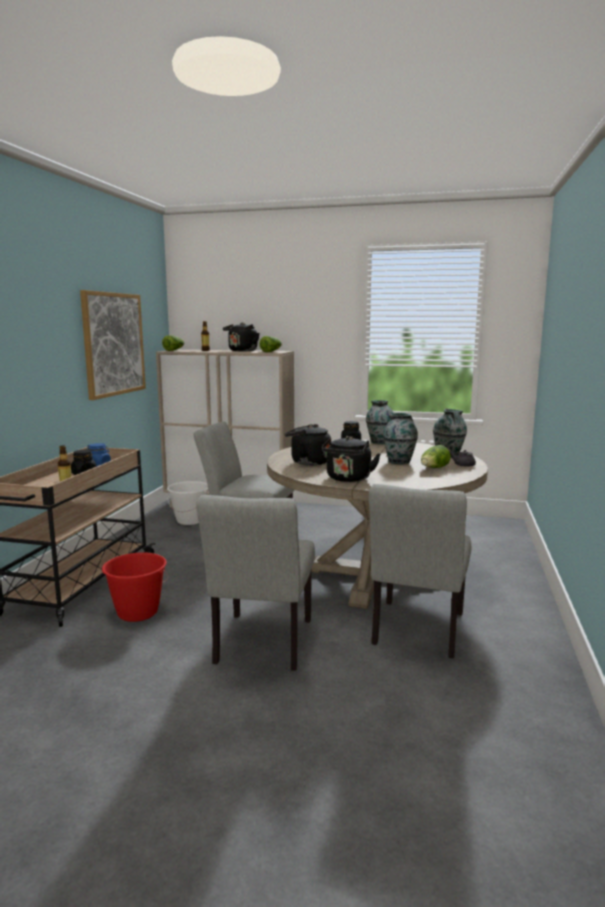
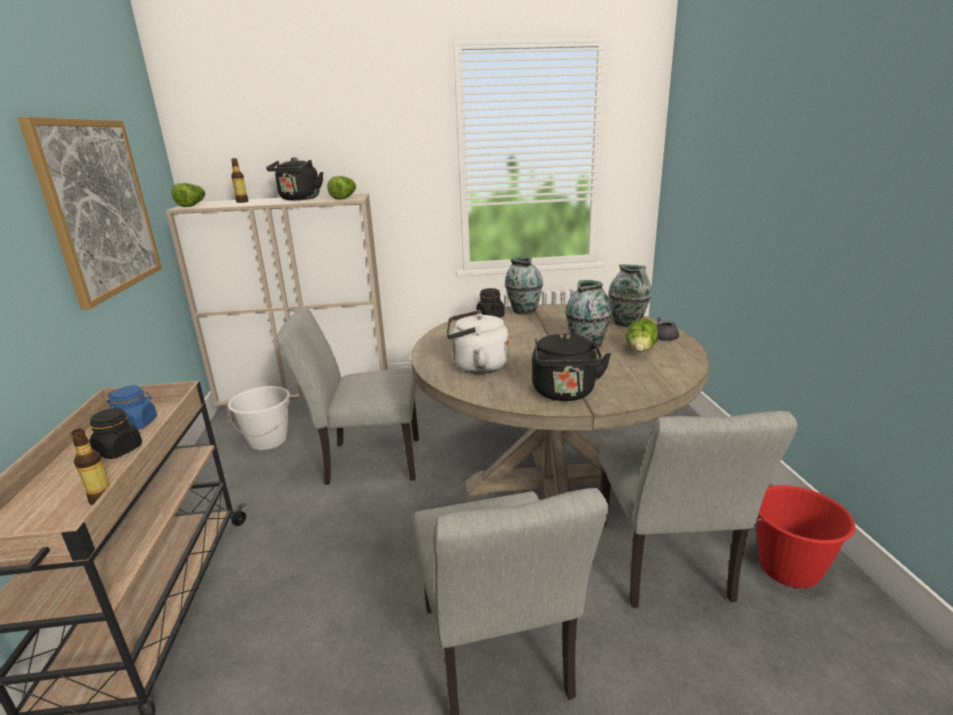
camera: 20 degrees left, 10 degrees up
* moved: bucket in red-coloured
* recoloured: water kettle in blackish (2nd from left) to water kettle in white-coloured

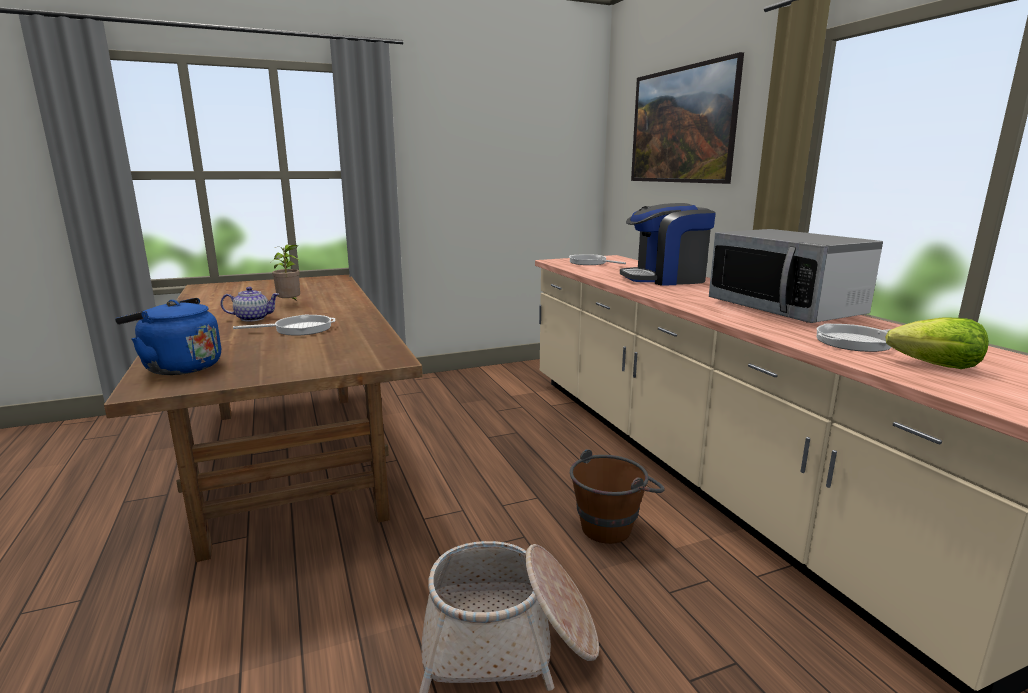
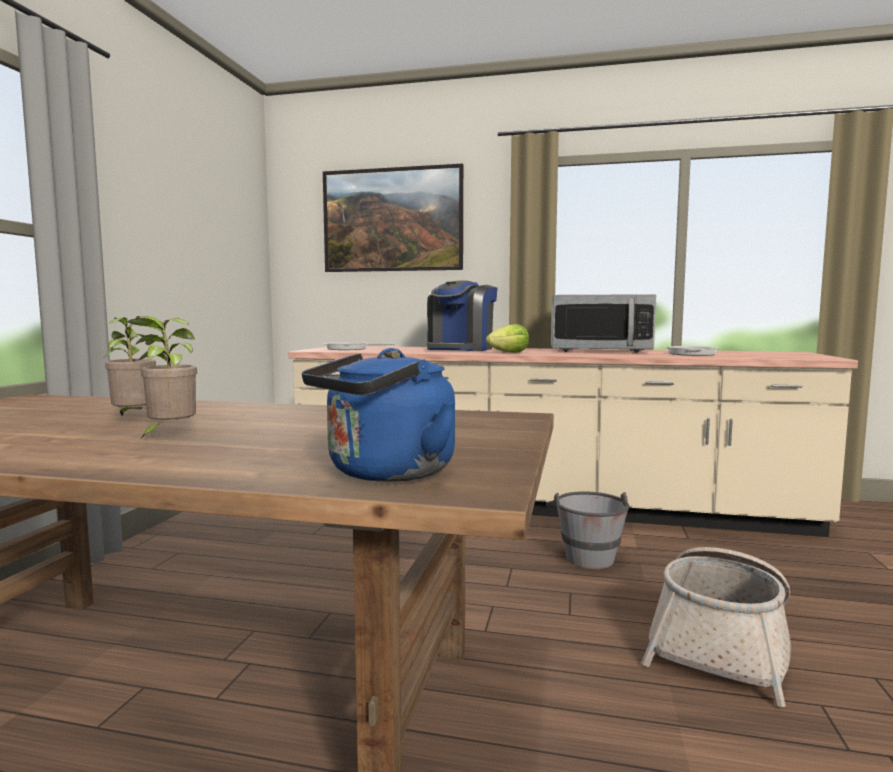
camera: 55 degrees left, 10 degrees down
* replaced: pot for tea to plant in a pot (2nd from left)
* removed: skillet (1st from left)
* recoloured: bucket in brown to bucket in greyish
* moved: head of lettuce

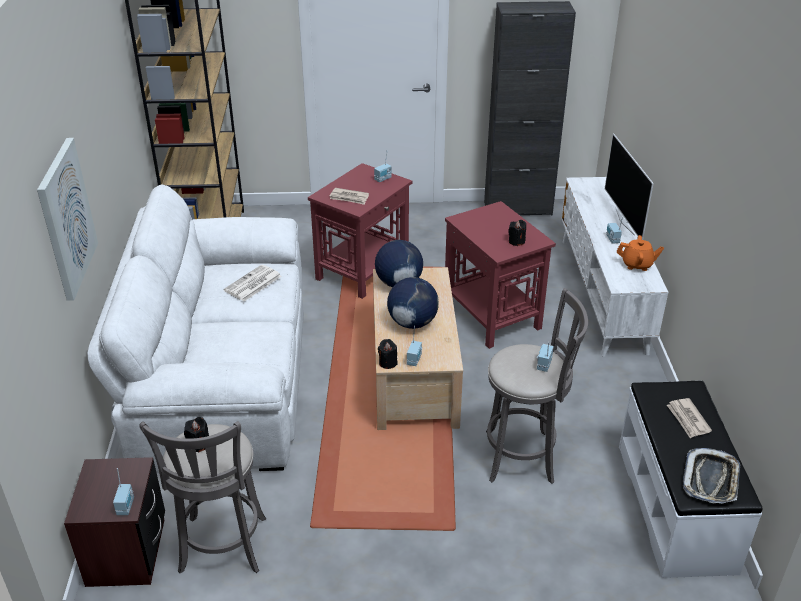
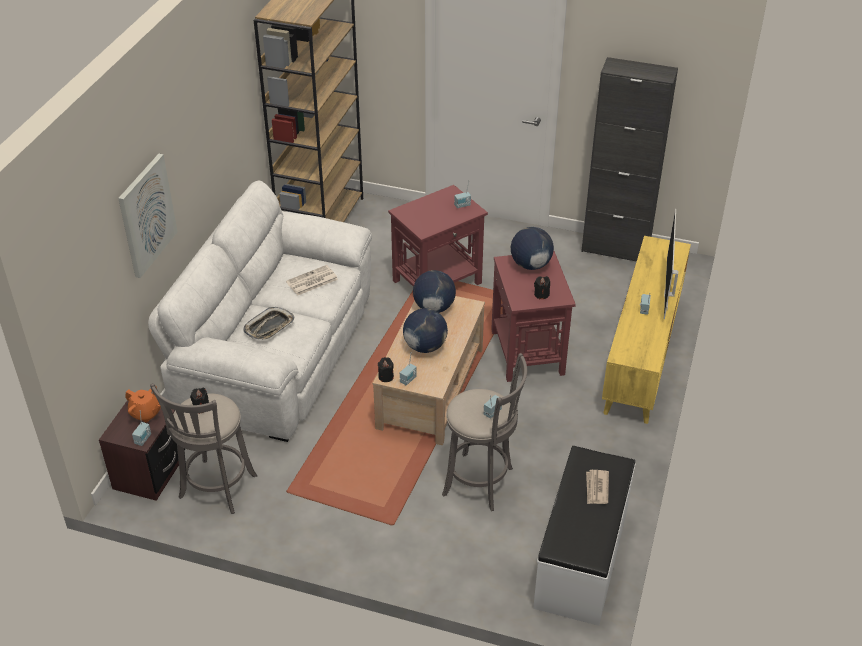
camera: 20 degrees right, 5 degrees up
* removed: newspaper (2nd from left)
* recoloured: tv unit in white-coloured to tv unit in yellow
* moved: pot for tea in orange-coloured
* moved: serving tray
* added: world globe (3rd from left)

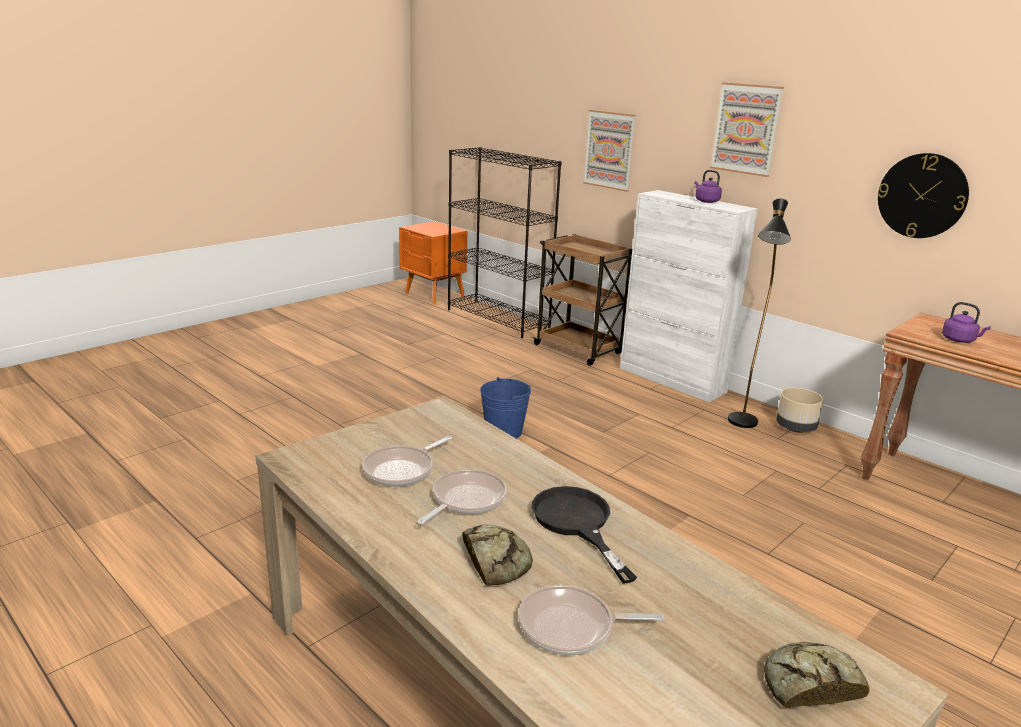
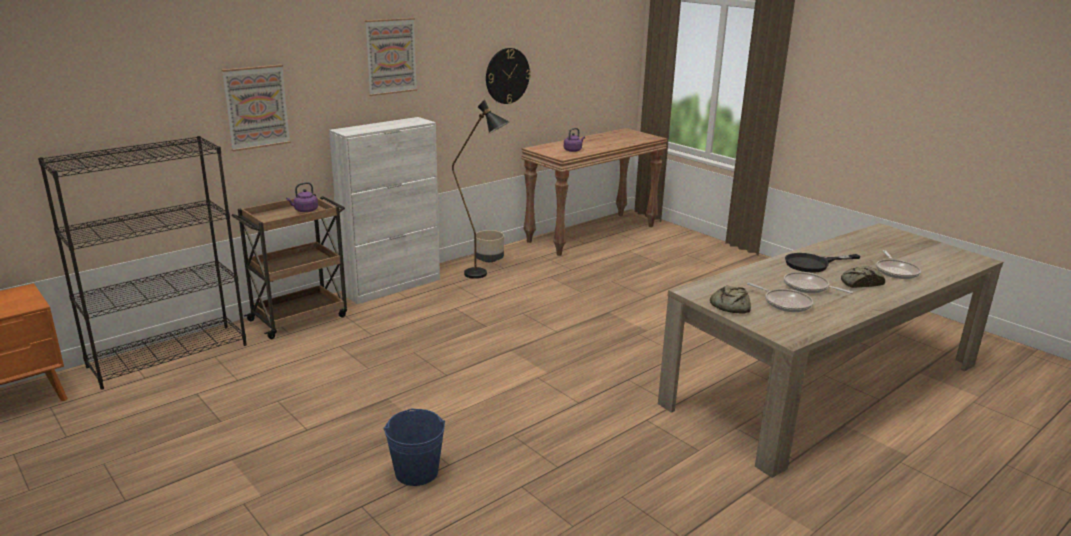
camera: 85 degrees left, 0 degrees up
* moved: bucket in blue
* moved: water kettle in purple-coloured (1st from left)
* moved: baked bread (2nd from left in the first image) to baked bread (1st from left)

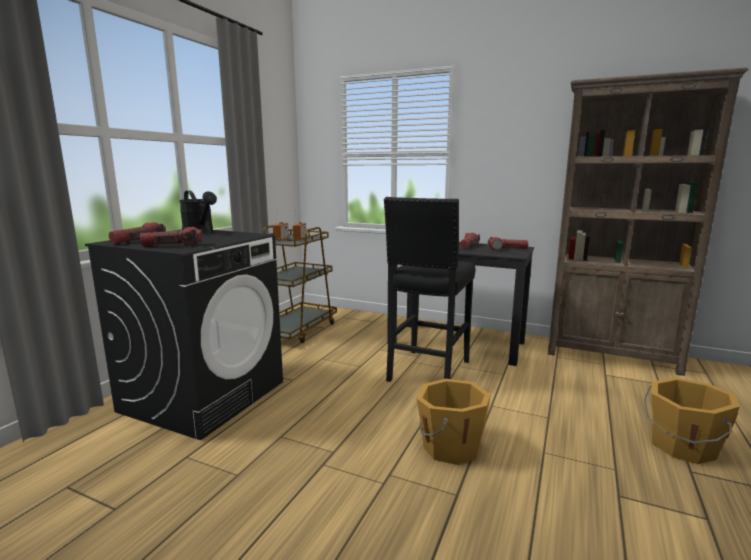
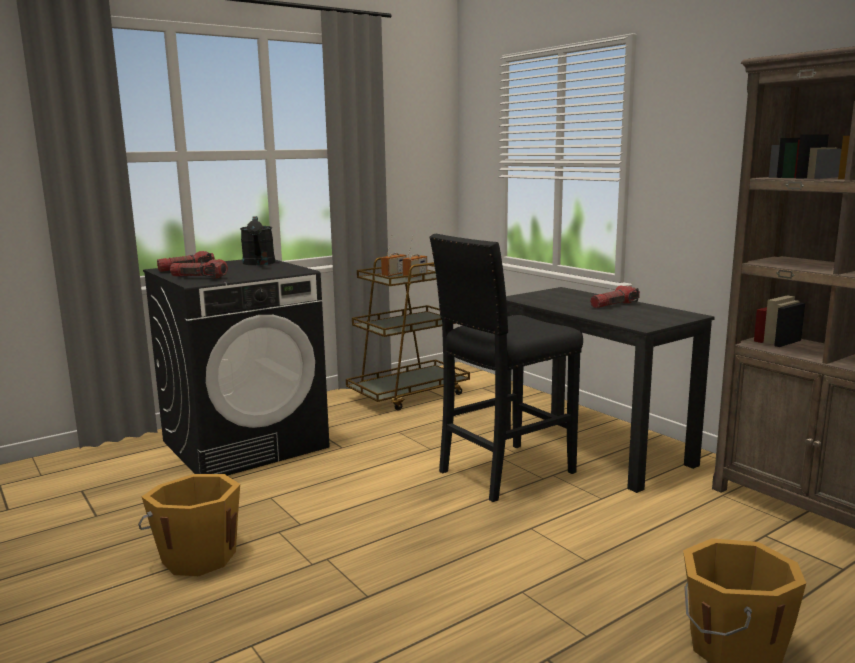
camera: 30 degrees right, 0 degrees up
* moved: bucket in orange-coloured (1st from left)
* removed: torch (4th from left)

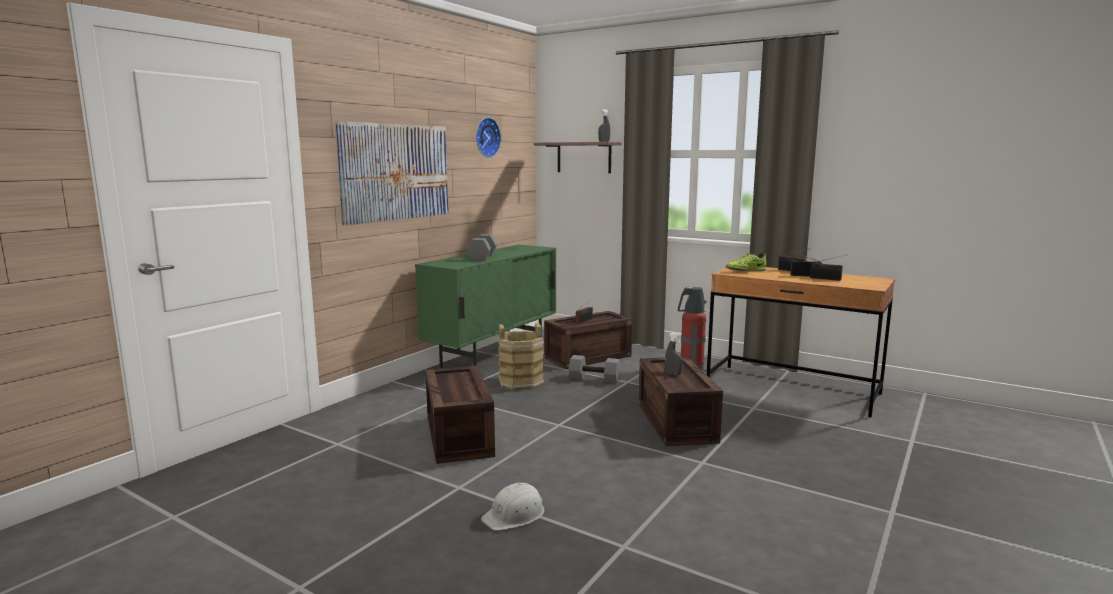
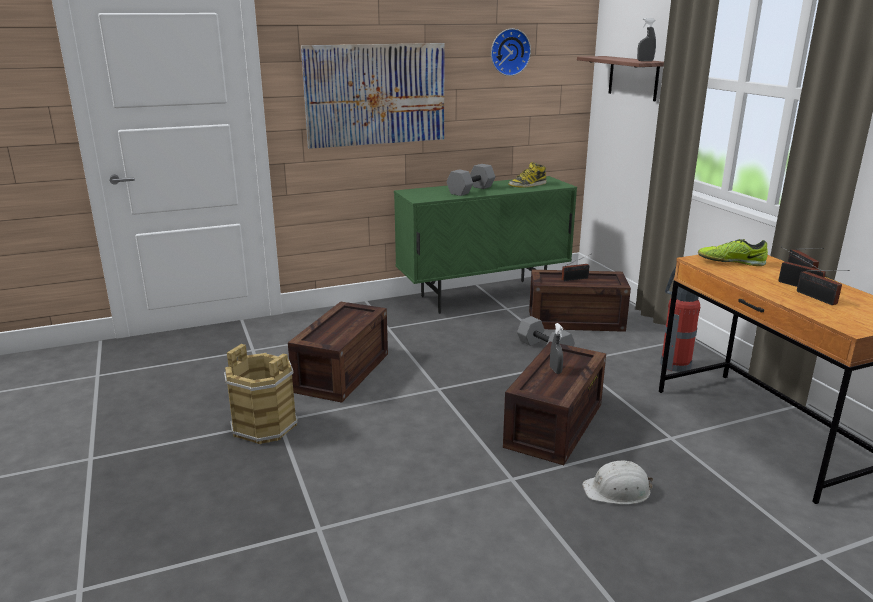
camera: 35 degrees right, 10 degrees up
* moved: work helmet in white-coloured
* moved: bucket in brown
* added: high-top boot

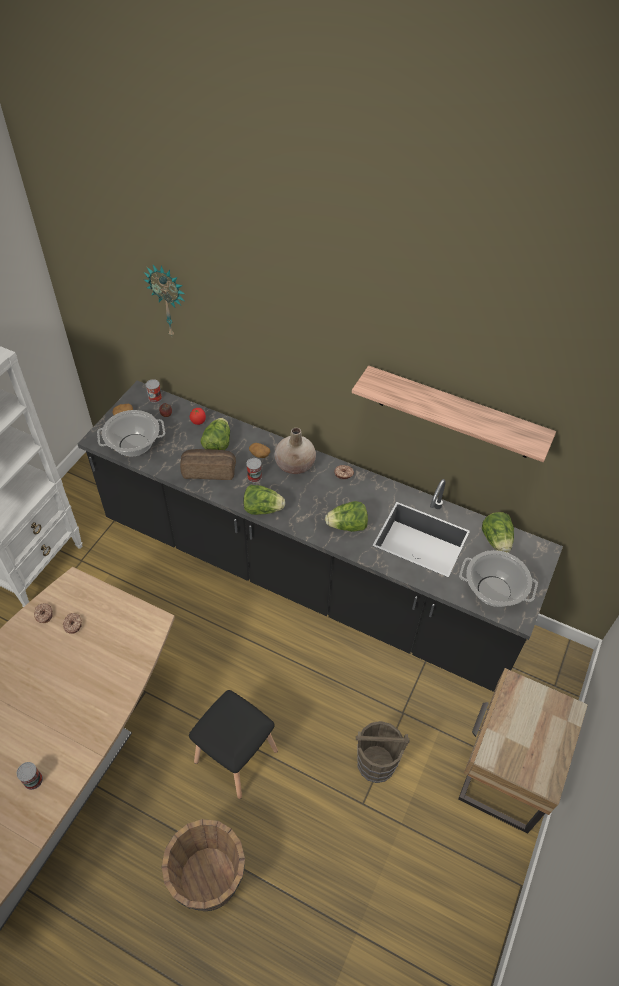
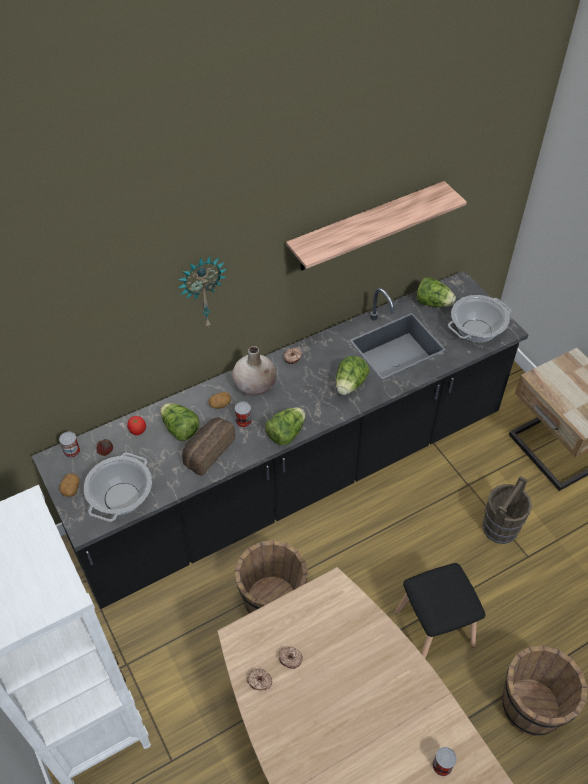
camera: 55 degrees left, 0 degrees up
* moved: clock on the wall
* added: bucket in brown (1st from left)

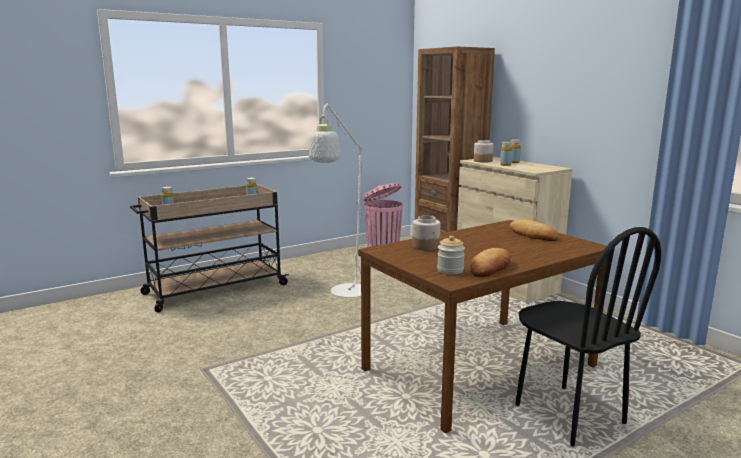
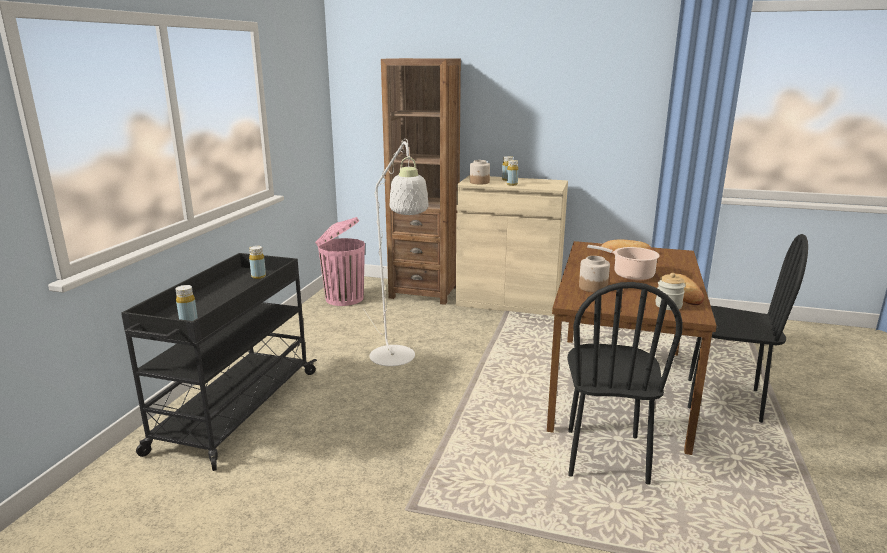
camera: 40 degrees left, 5 degrees up
* recoloured: wheeled cart in sand-coloured to wheeled cart in blackish
* added: upright chair in blackish (1st from left)
* added: saucepot

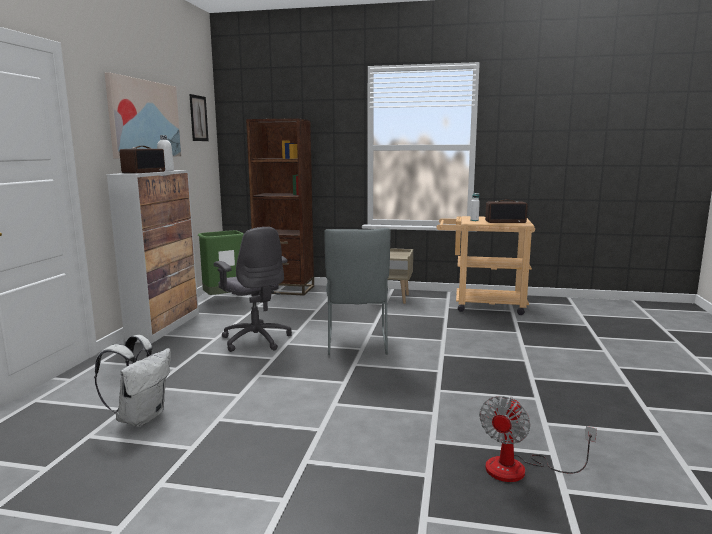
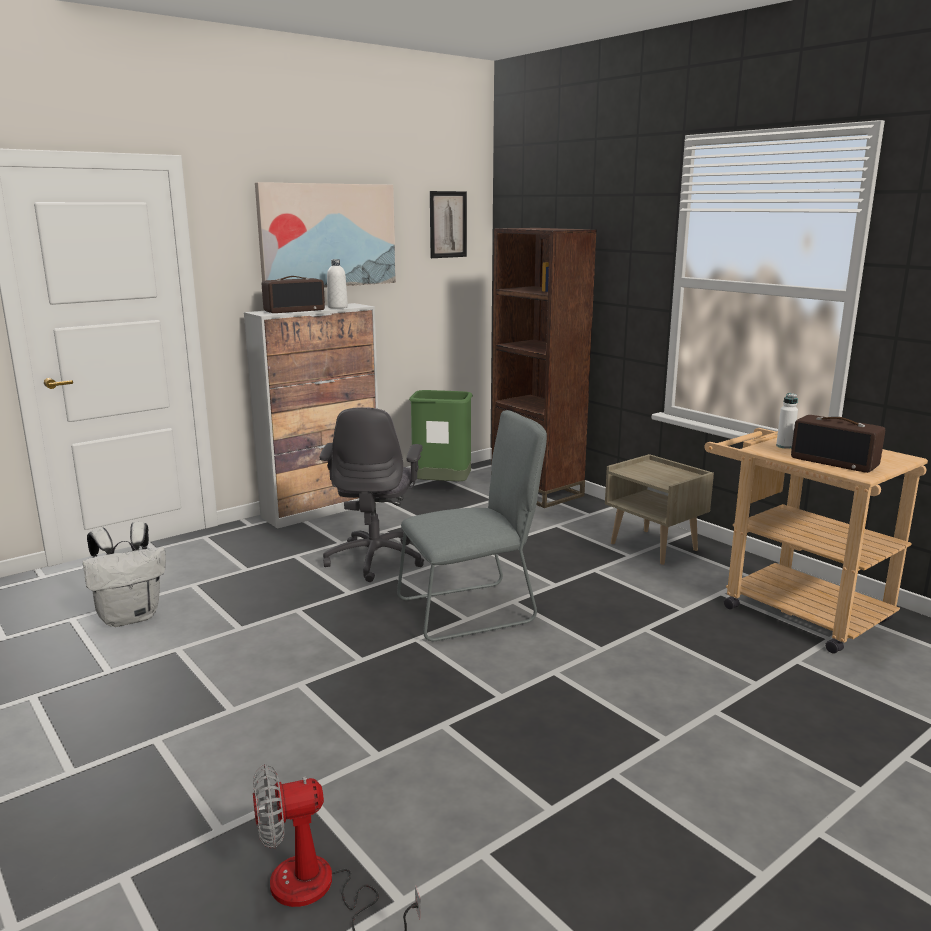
camera: 40 degrees right, 5 degrees up
* turned: upright chair in greyish 150 degrees counterclockwise

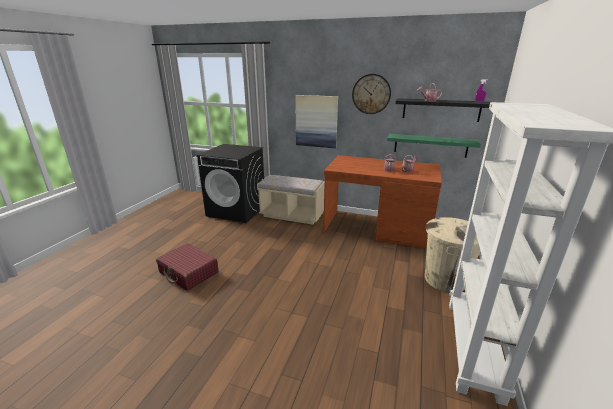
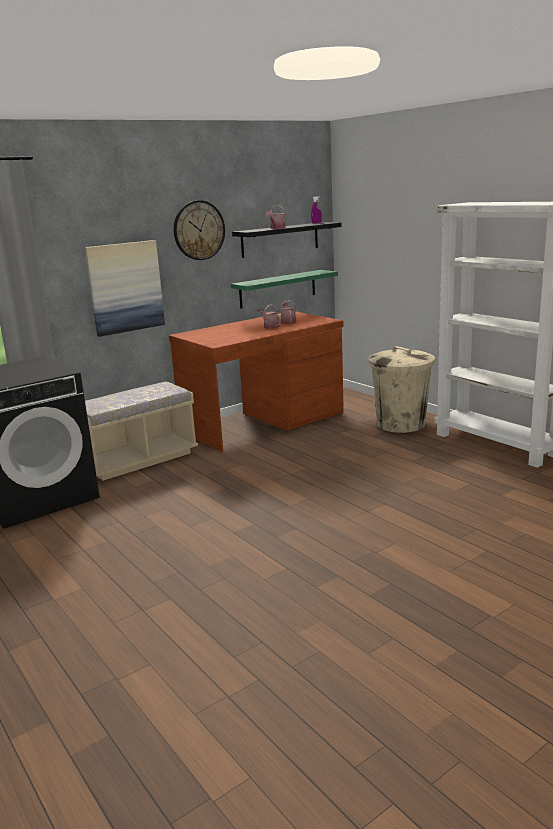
camera: 55 degrees left, 5 degrees down
* removed: piece of luggage in red-coloured

